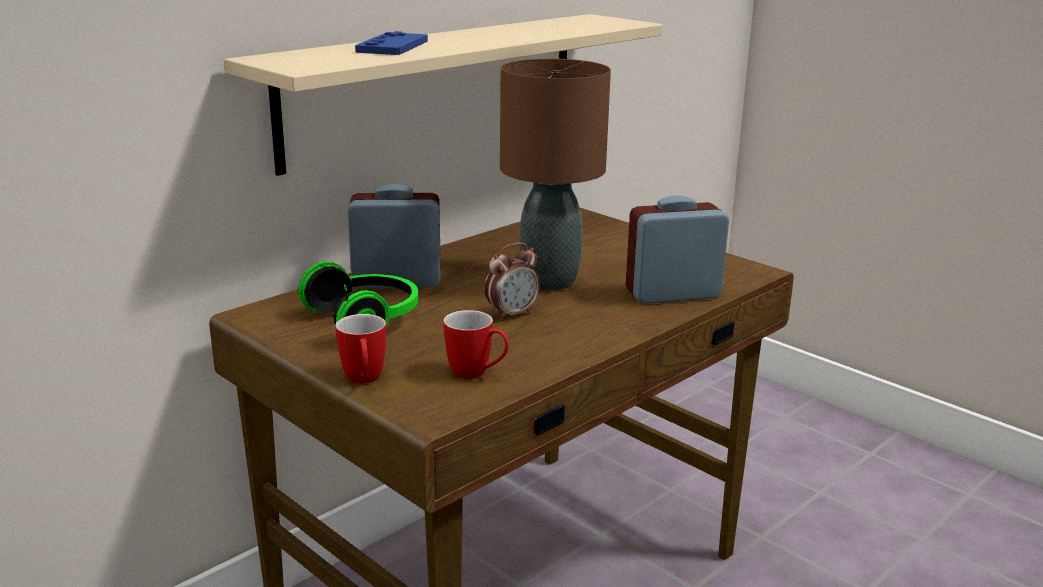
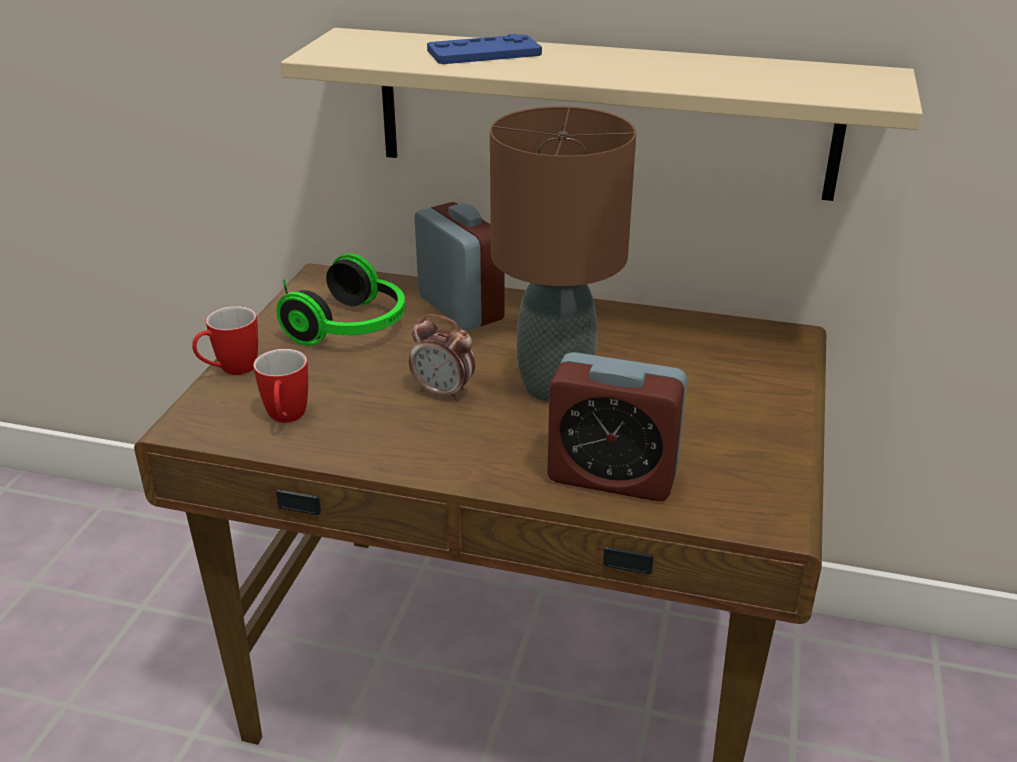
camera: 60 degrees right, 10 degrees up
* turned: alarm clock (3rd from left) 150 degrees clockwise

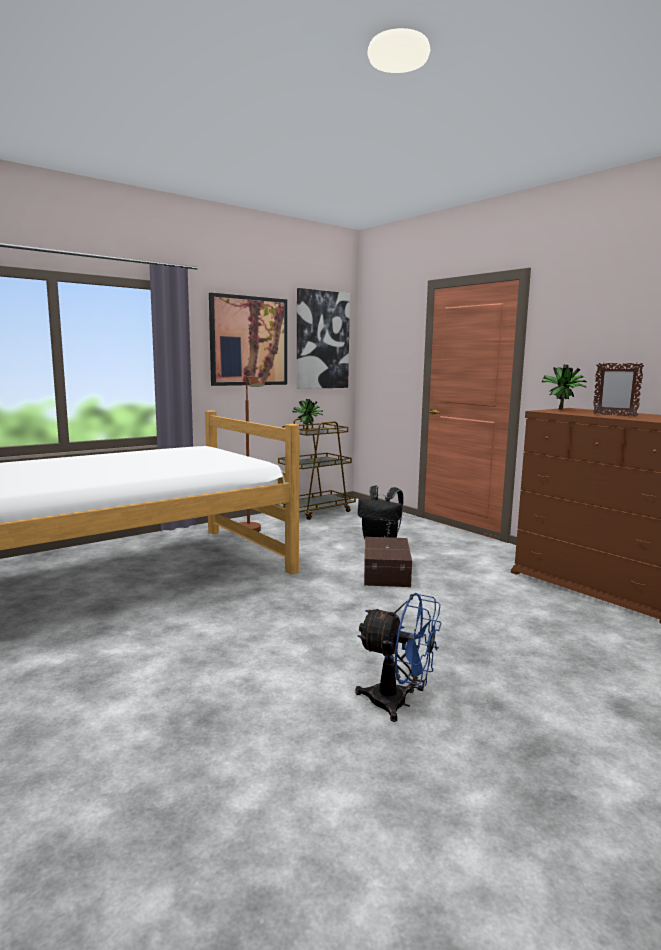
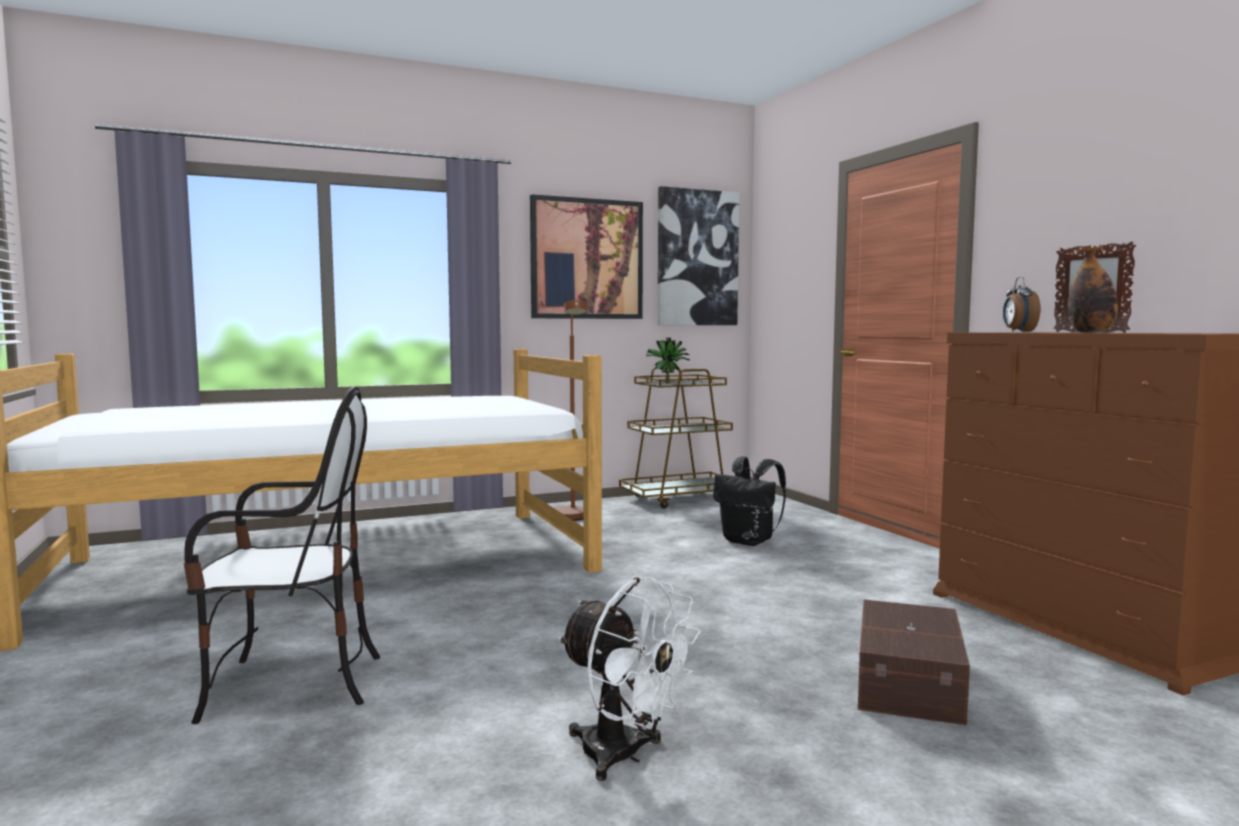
camera: 15 degrees right, 5 degrees down
* recoloured: cooling fan in blue to cooling fan in white-coloured
* moved: storage container in brown
* replaced: plant in a pot (2nd from left) to alarm clock
* added: upright chair
* added: bottle

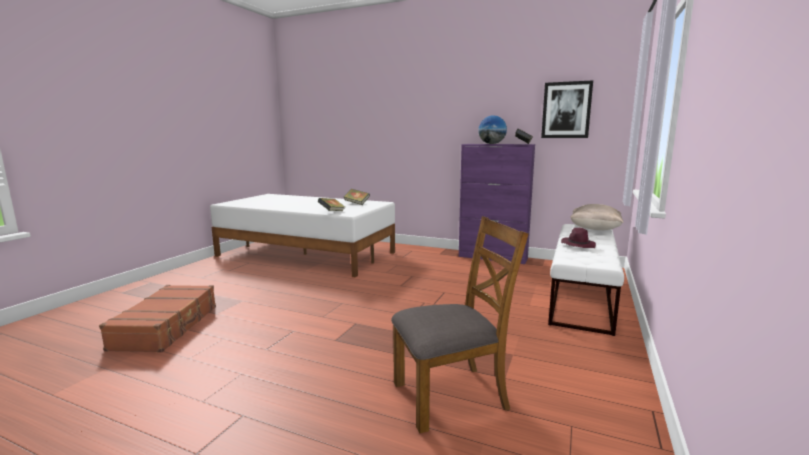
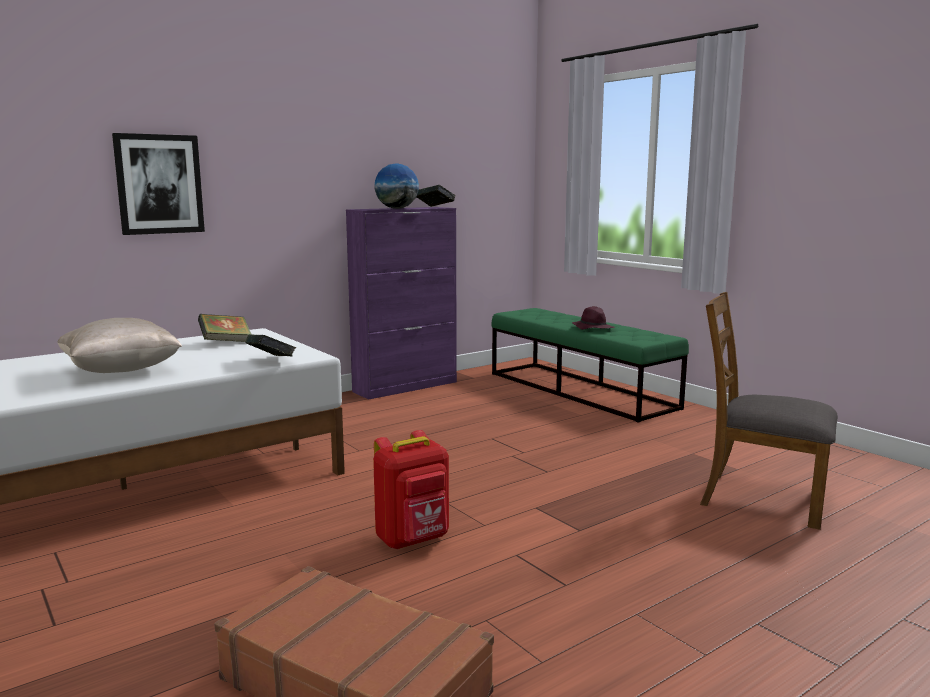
camera: 60 degrees left, 0 degrees up
* turned: upright chair in brown 75 degrees counterclockwise
* moved: wall picture
* recoloured: bench in white-coloured to bench in greenish
* moved: pillow in sand-coloured
* added: backpack in red-coloured

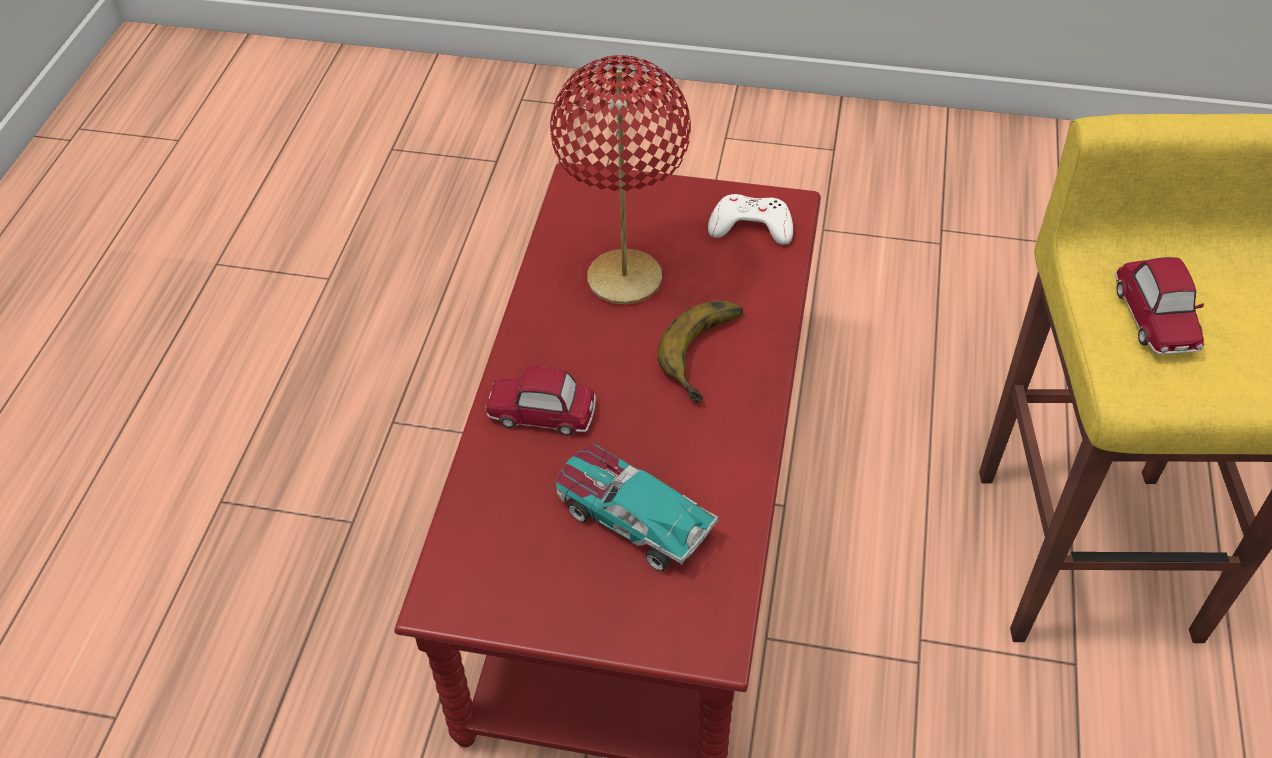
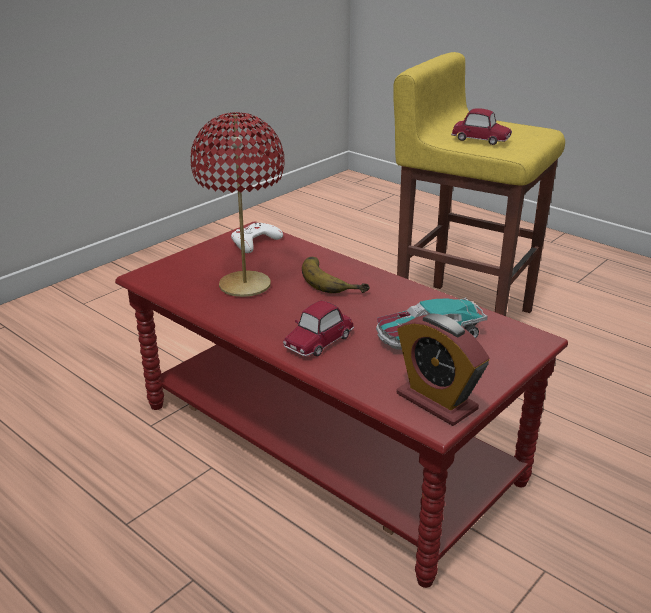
camera: 60 degrees left, 20 degrees down
* added: alarm clock

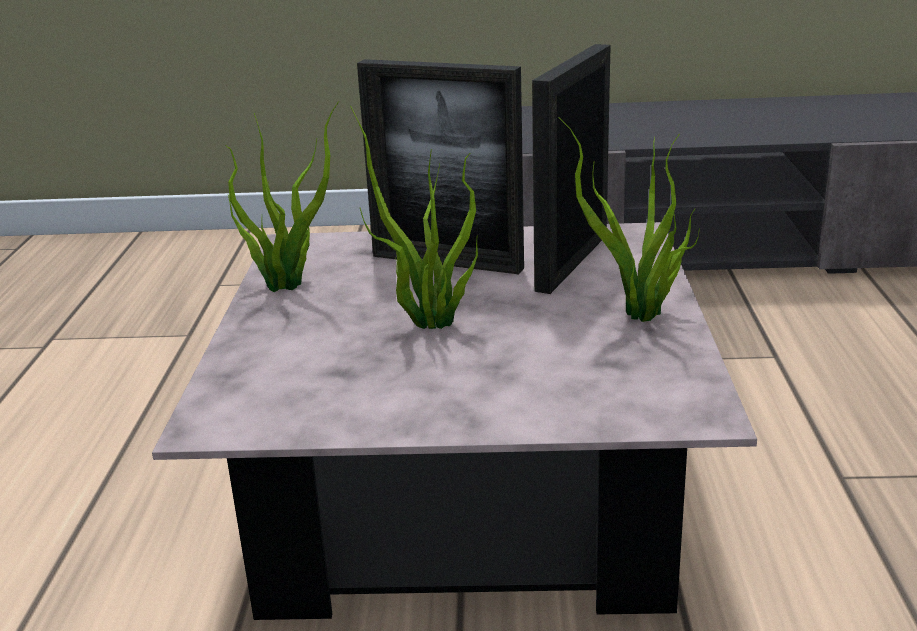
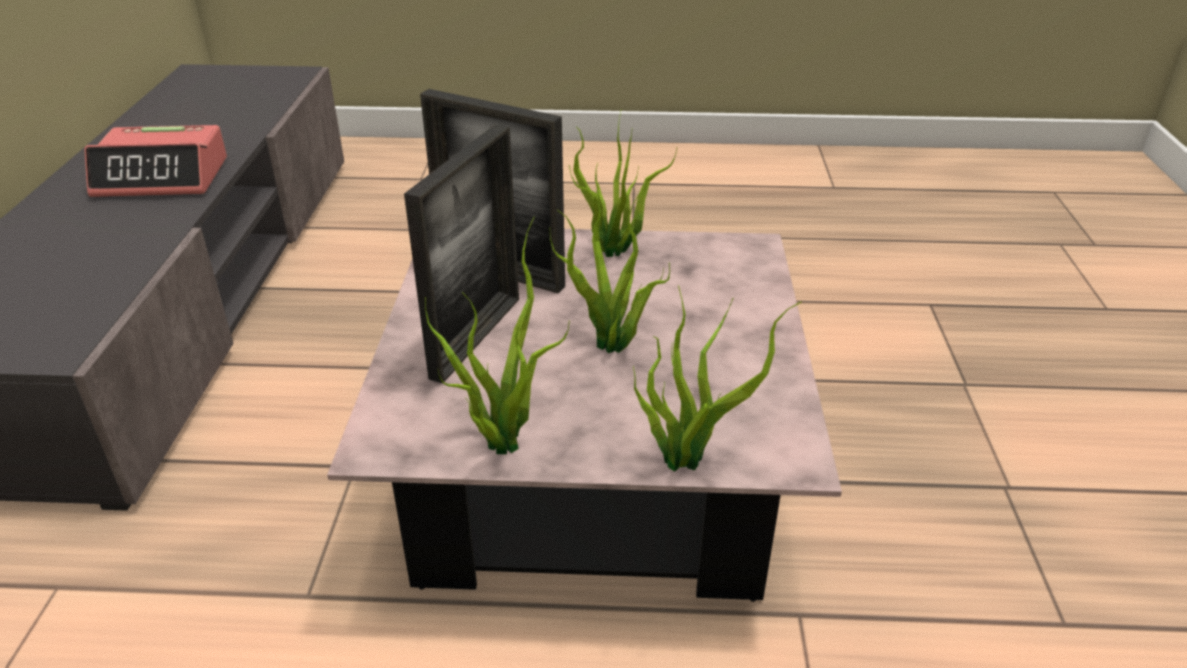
camera: 90 degrees left, 10 degrees up
* added: alarm clock
* added: plant in a pot (4th from left)

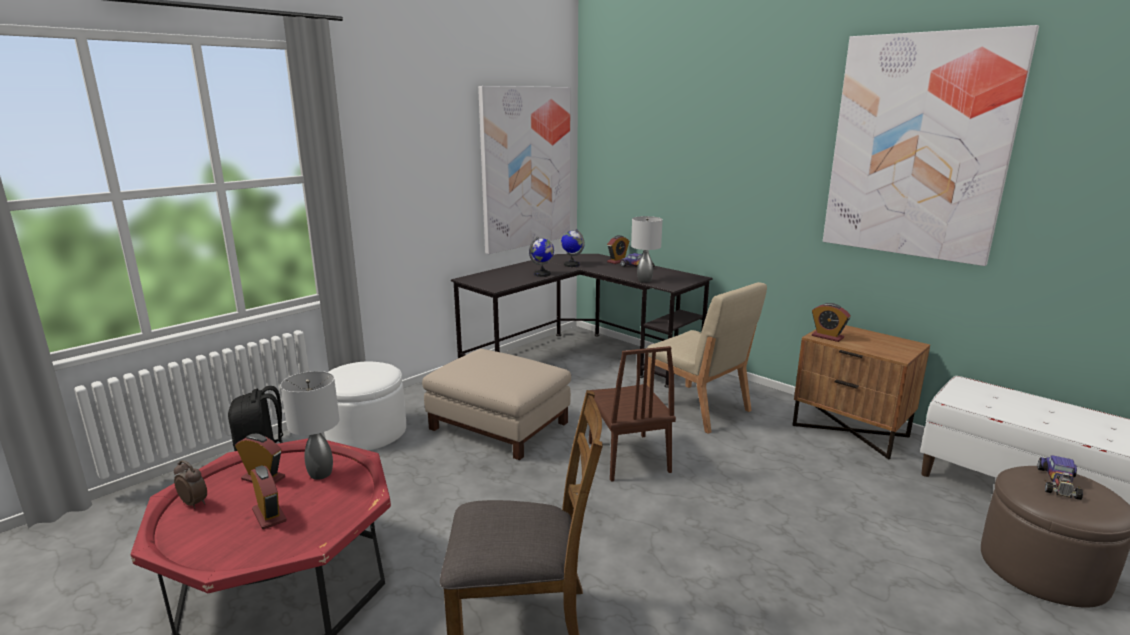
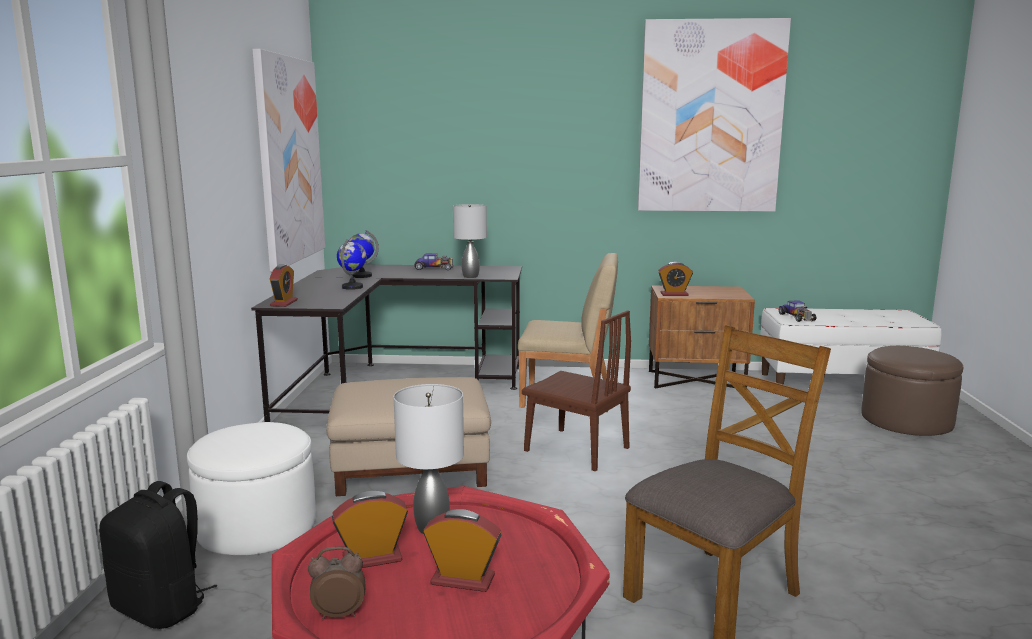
camera: 40 degrees left, 5 degrees down
* moved: alarm clock (4th from left in the first image) to alarm clock (1st from left)
* moved: toy car (2nd from left)

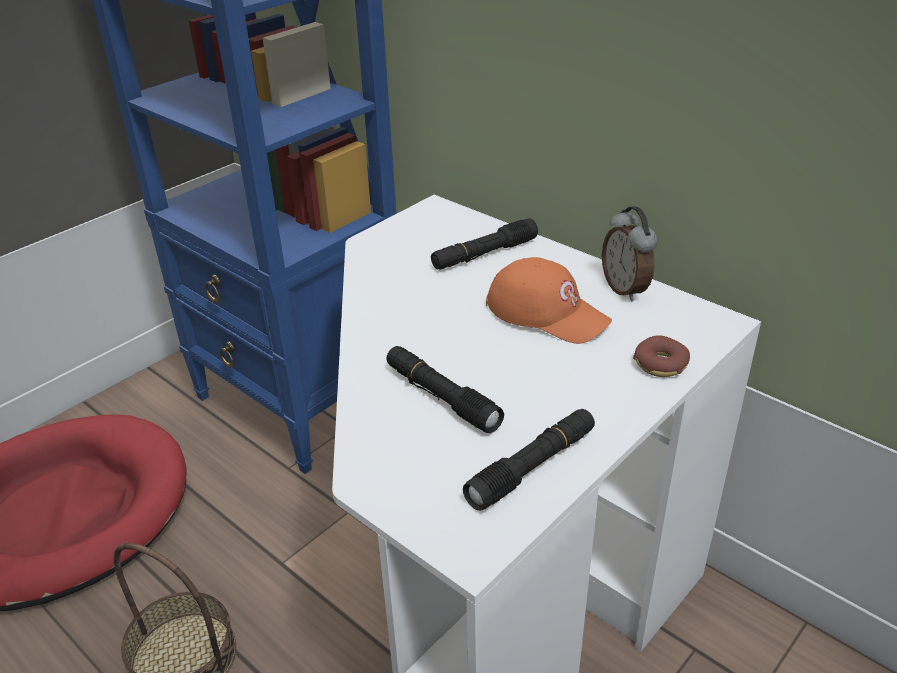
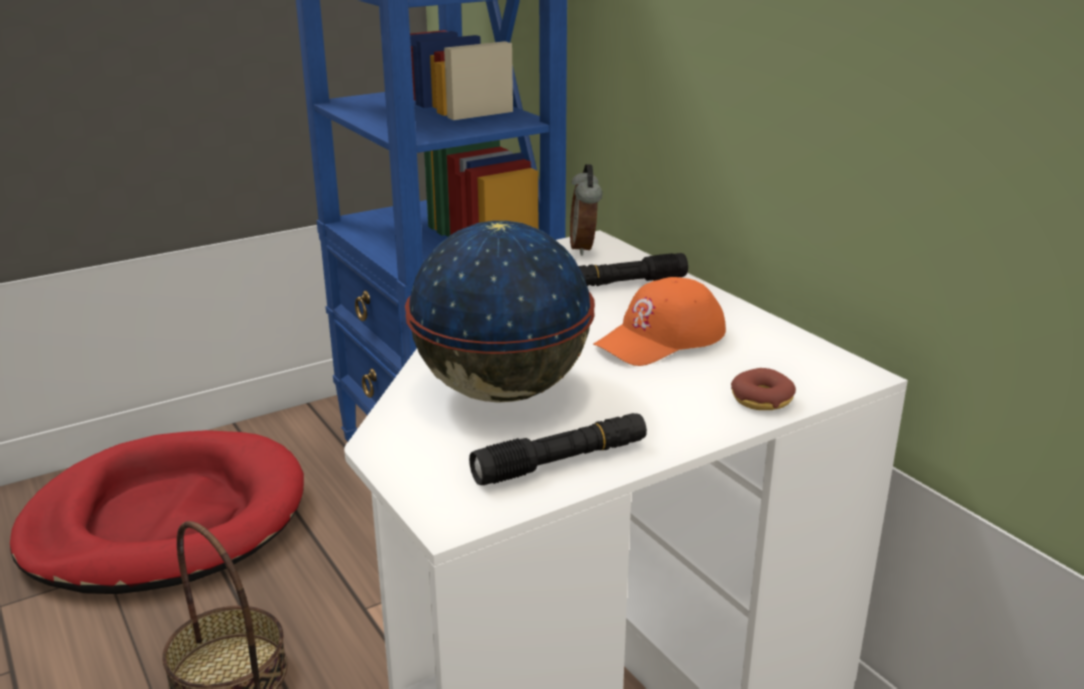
camera: 15 degrees right, 10 degrees down
* replaced: torch in blackish (1st from left) to world globe
* turned: peaked cap in orange-coloured 90 degrees clockwise
* moved: alarm clock

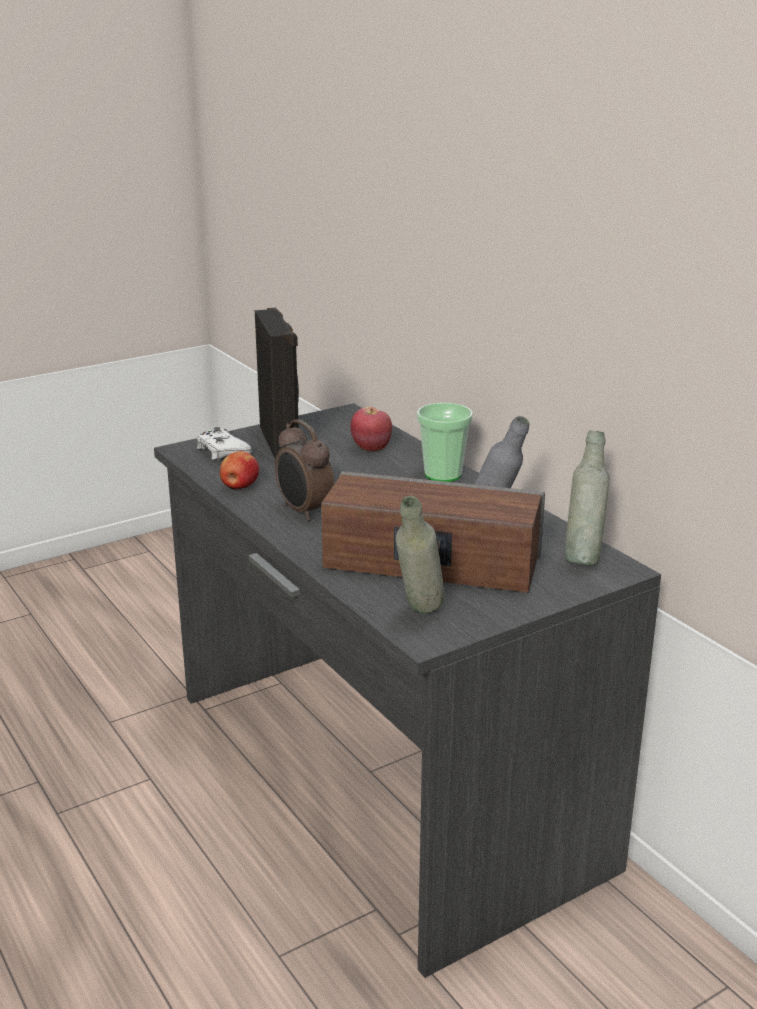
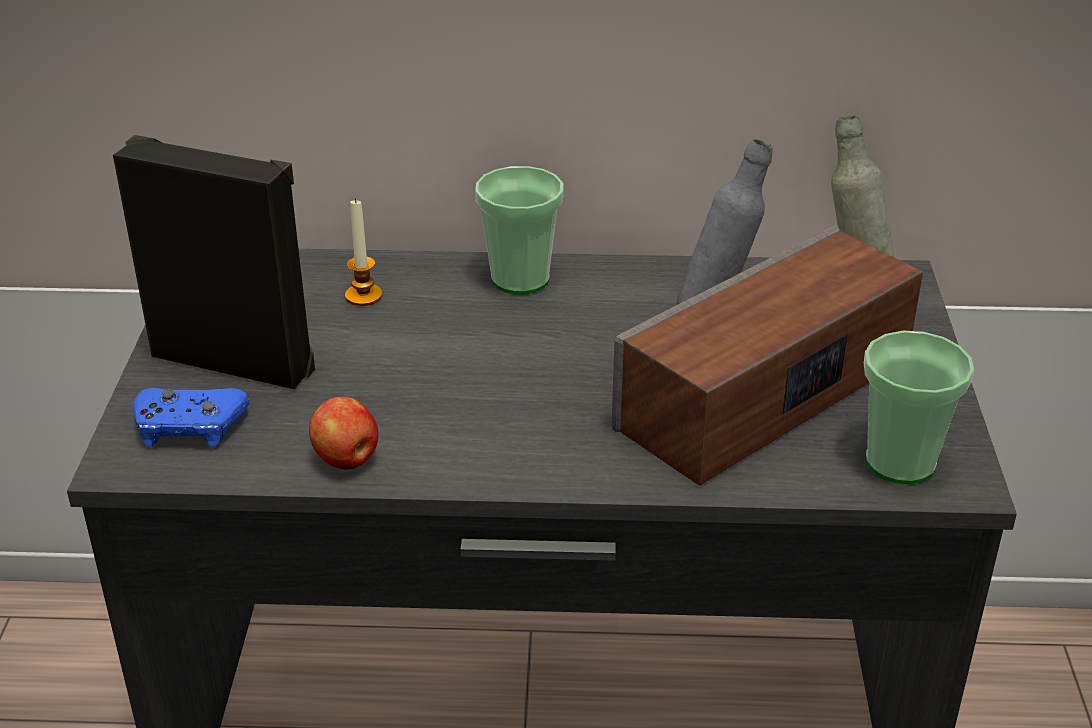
camera: 55 degrees left, 10 degrees up
* recoloured: gamepad in white-coloured to gamepad in blue
* removed: alarm clock
* replaced: apple fruit (2nd from left) to wax candle
* replaced: bottle in greyish (1st from left) to small cup (2nd from left)

